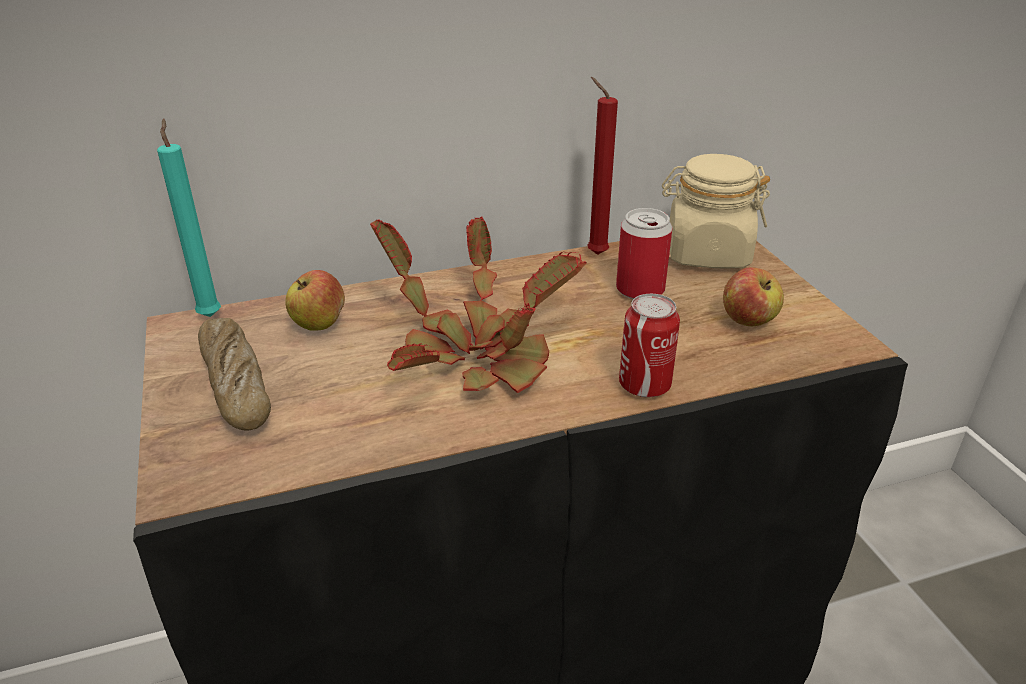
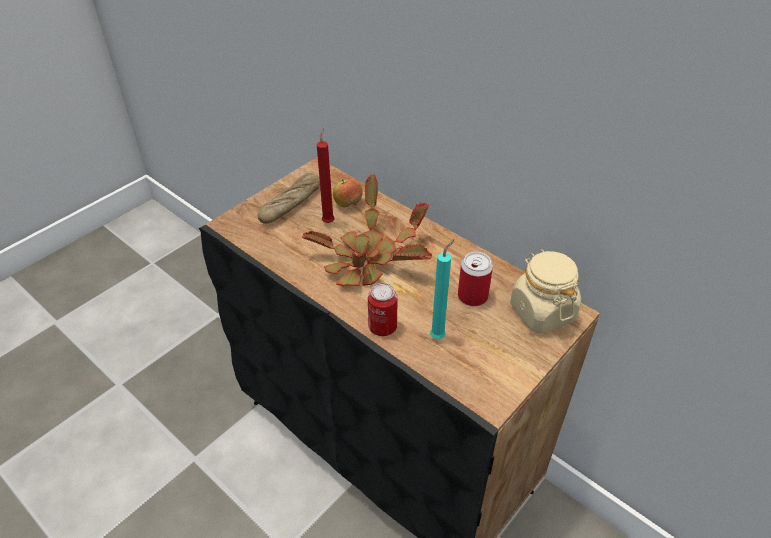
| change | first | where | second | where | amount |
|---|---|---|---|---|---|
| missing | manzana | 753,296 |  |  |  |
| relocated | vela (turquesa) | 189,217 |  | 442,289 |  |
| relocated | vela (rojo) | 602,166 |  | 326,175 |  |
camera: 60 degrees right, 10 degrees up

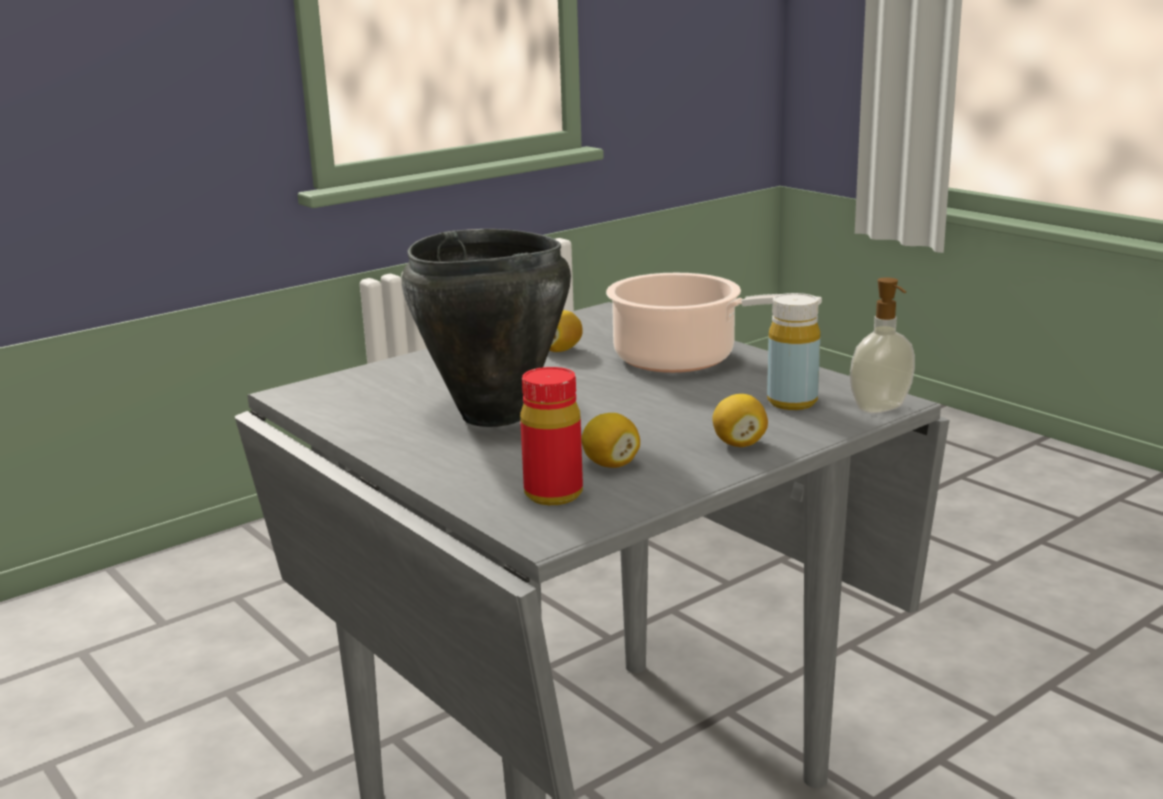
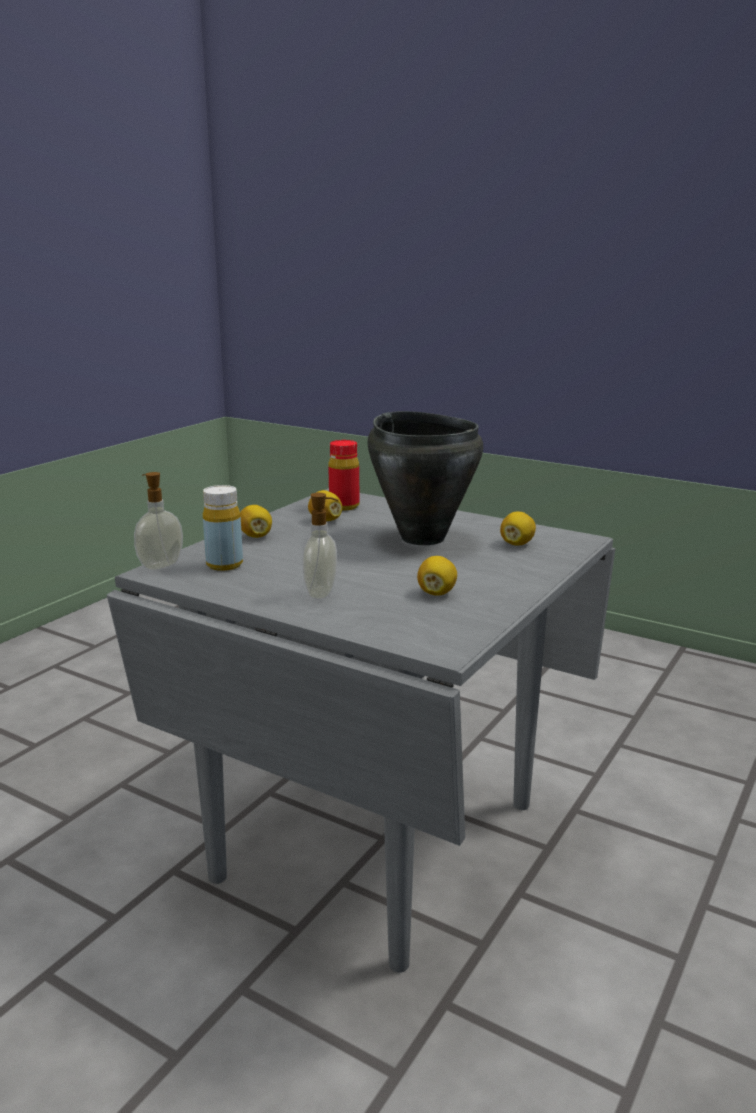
| change | first | where | second | where | amount |
|---|---|---|---|---|---|
| appeared |  |  | limón | 518,529 |  |
| exchanged | olla | 714,323 | dispensador de jabón | 320,546 |  |
camera: 160 degrees right, 0 degrees up

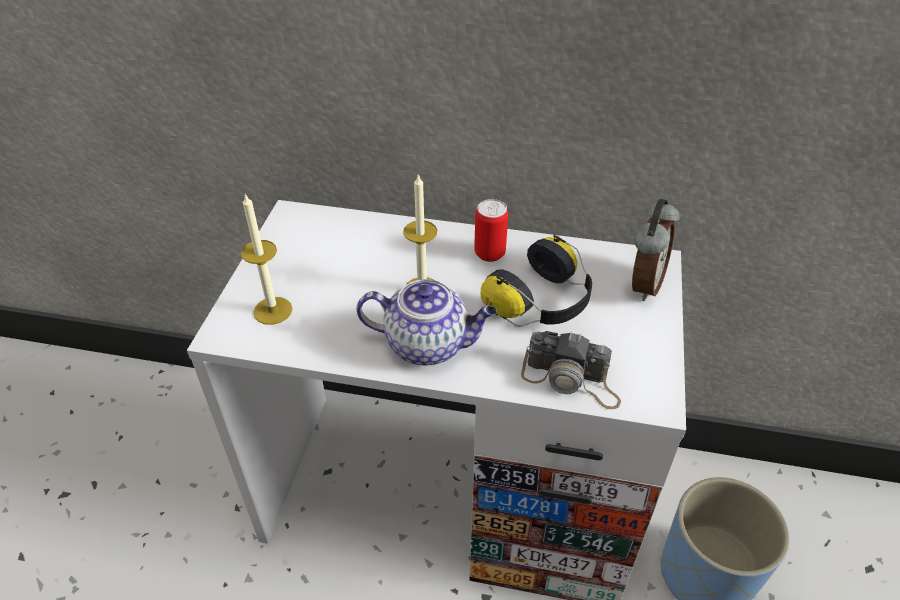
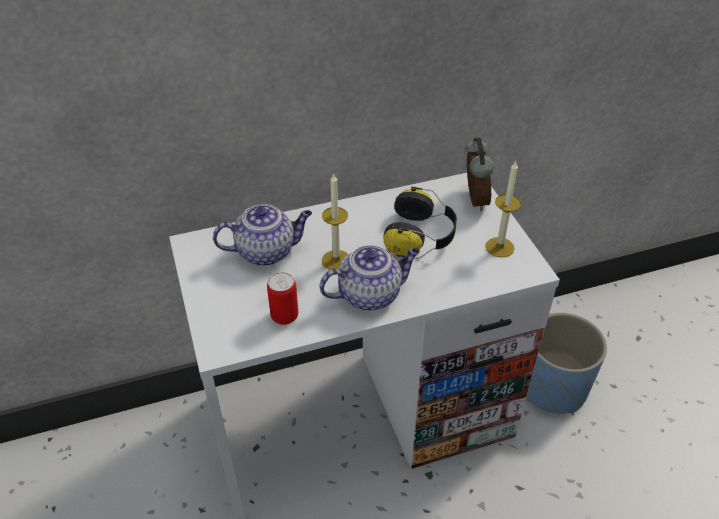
| change | first | where | second | where | amount |
|---|---|---|---|---|---|
| missing | cámara | 571,370 |  |  |  |
| appeared |  |  | tetera | 262,235 |  |
| relocated | vela | 266,259 |  | 503,209 |  |
| relocated | lata | 491,230 |  | 282,298 |  |
camera: 30 degrees left, 0 degrees up

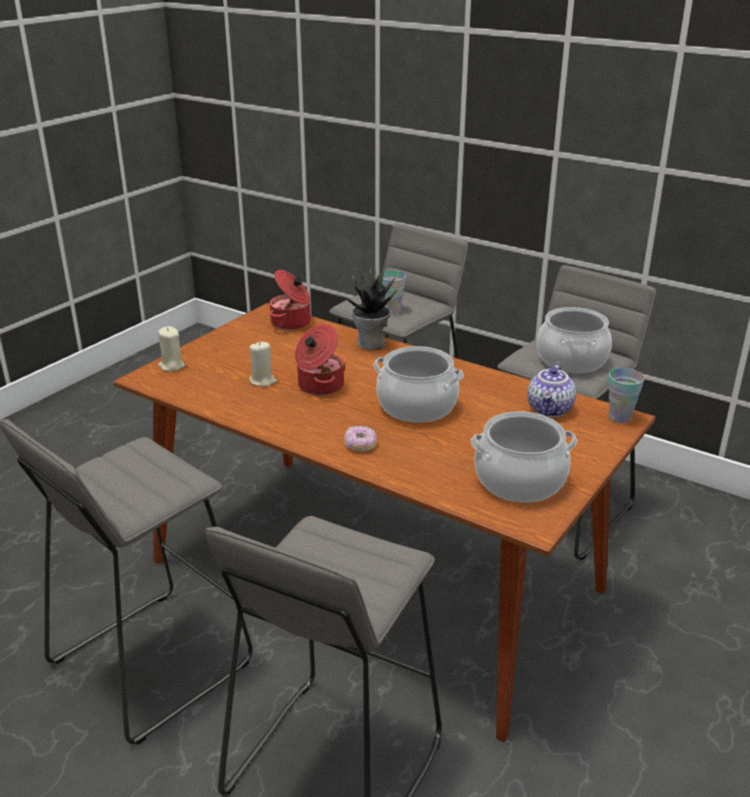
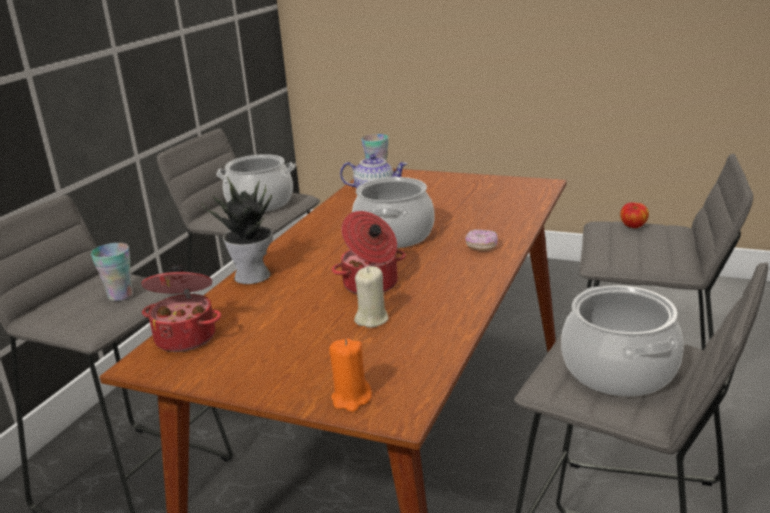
| change | first | where | second | where | amount |
|---|---|---|---|---|---|
| appeared |  |  | manzana | 634,215 |  |
| relocated | olla | 524,457 |  | 622,340 |  |
| colour | vela (beis) | 171,349 | vela (naranja) | 350,375 |  |
camera: 100 degrees left, 5 degrees down

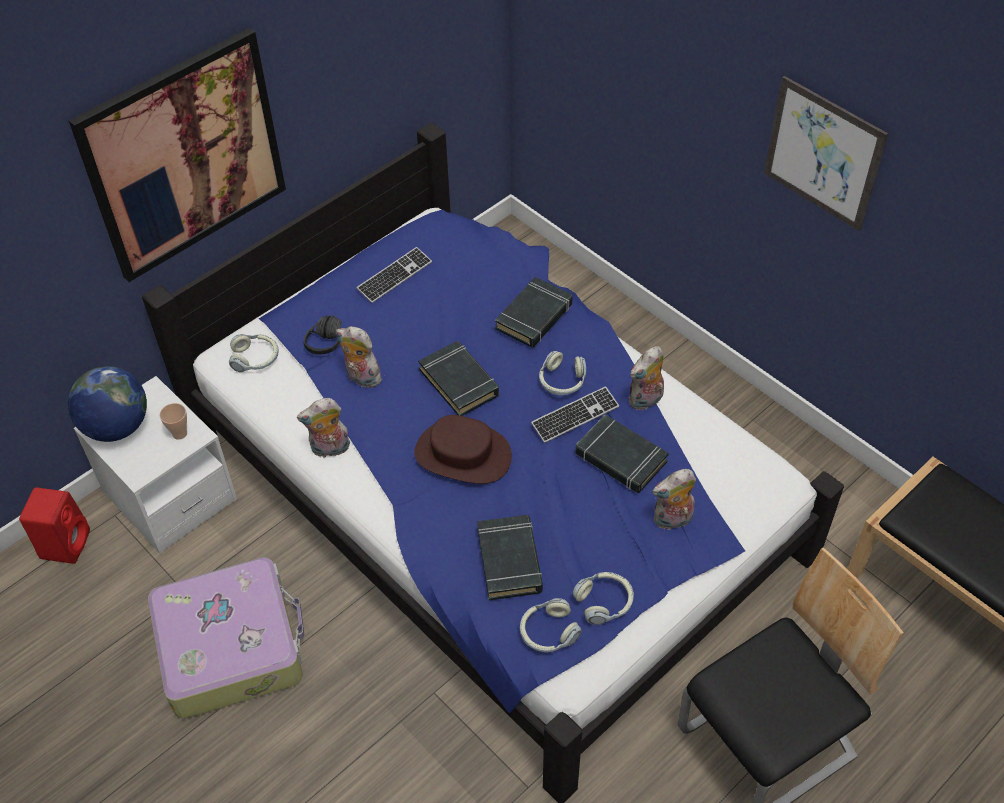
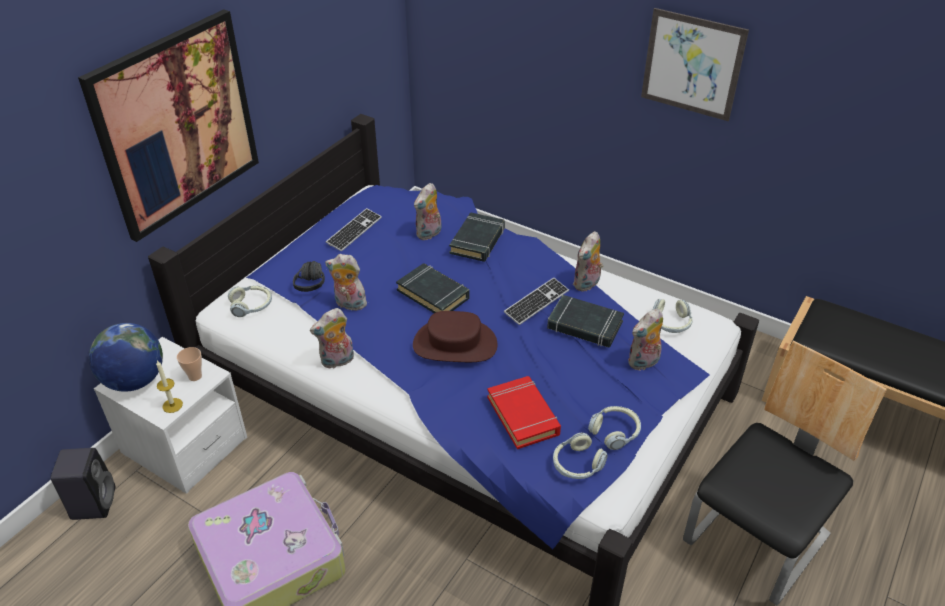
| change | first | where | second | where | amount |
|---|---|---|---|---|---|
| appeared |  |  | vela | 169,387 |  |
| appeared |  |  | peluche | 427,211 |  |
| relocated | auriculares | 562,373 |  | 673,316 |  |
| colour | altavoz (rojo) | 54,525 | altavoz (negro) | 83,484 |  |
| colour | libro (negro) | 510,557 | libro (rojo) | 524,412 |  |
camera: 15 degrees left, 10 degrees down

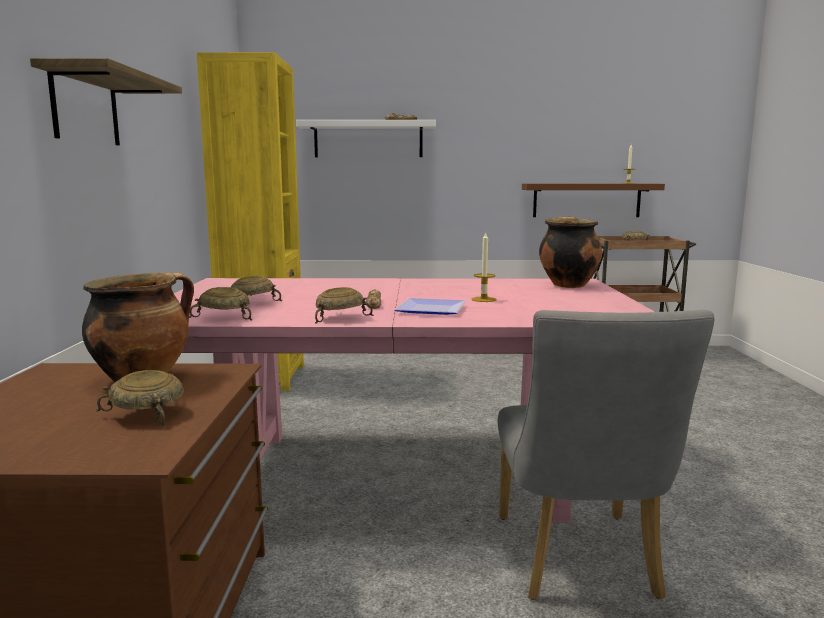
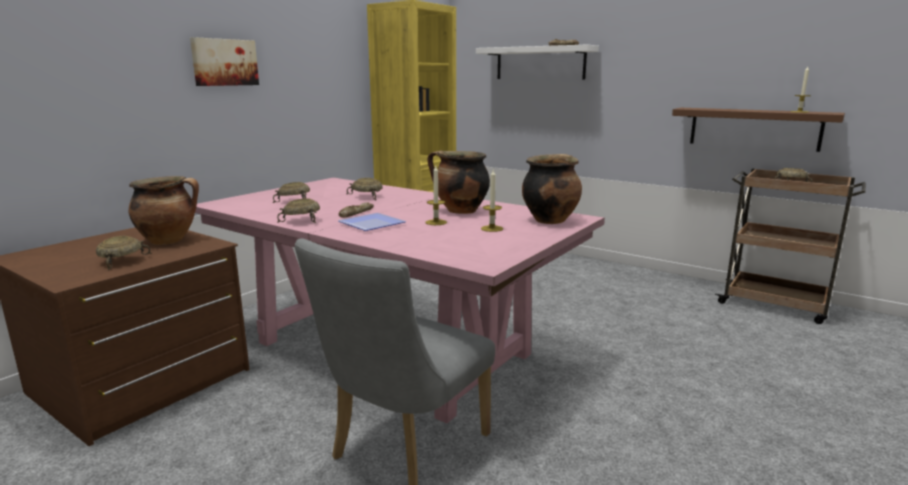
| change | first | where | second | where | amount |
|---|---|---|---|---|---|
| appeared |  |  | olla | 459,182 |  |
| appeared |  |  | vela | 492,201 |  |
| relocated | cuenco (beis) | 220,303 |  | 364,189 |  |
| exchanged | estante | 106,101 | cuadro | 224,61 |  |
camera: 35 degrees right, 5 degrees up

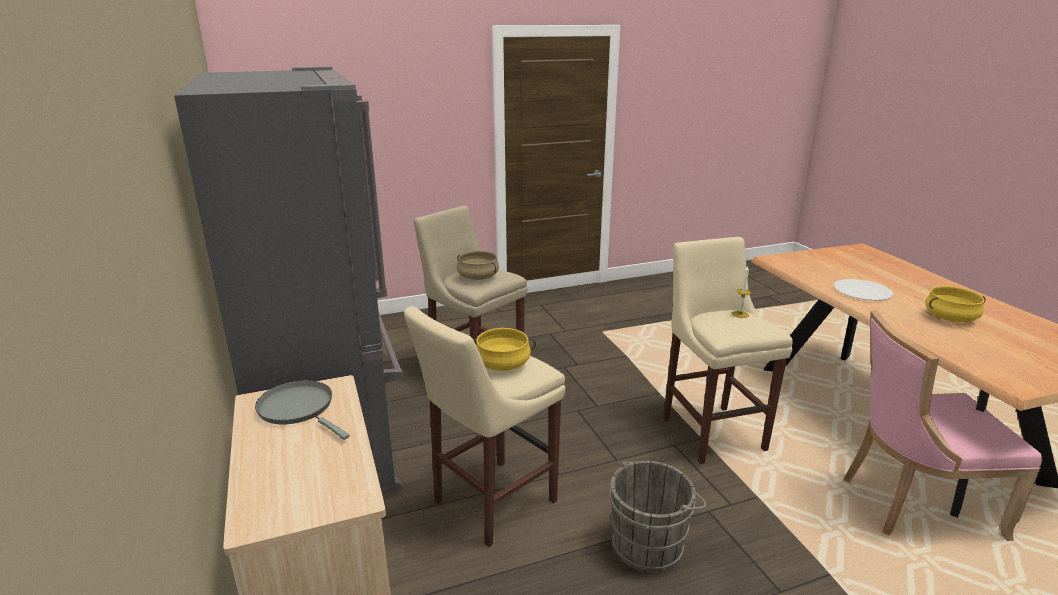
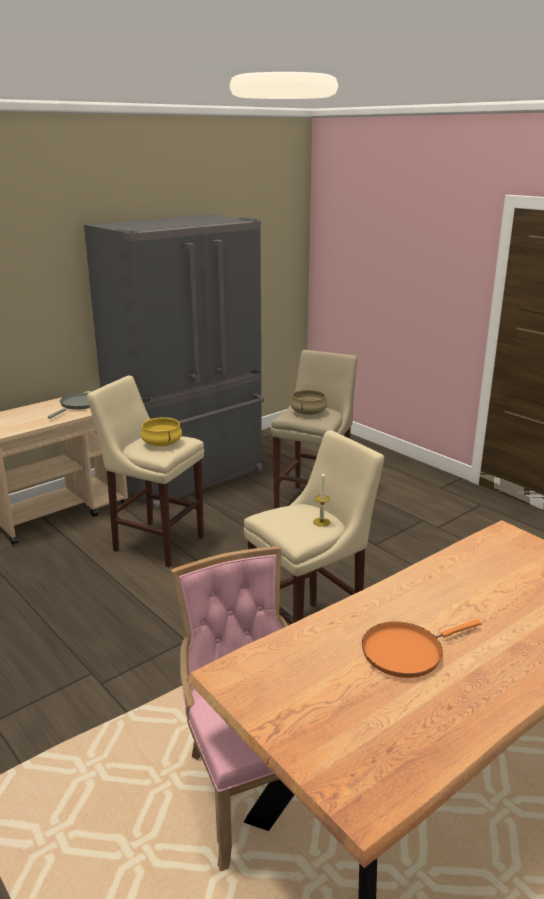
| change | first | where | second | where | amount |
|---|---|---|---|---|---|
| missing | cubo (gris) | 657,517 |  |  |  |
| missing | plato (blanco) | 863,290 |  |  |  |
| exchanged | olla (amarillo) | 955,304 | sartén (naranja) | 421,648 |  |
camera: 70 degrees right, 0 degrees up

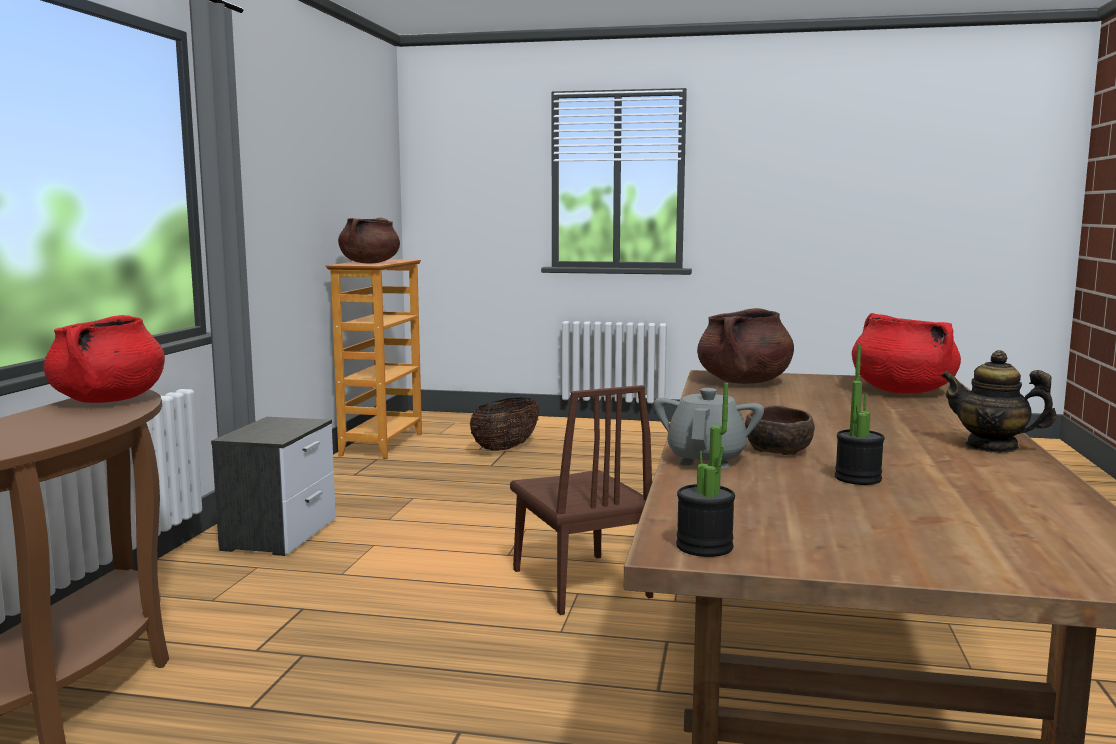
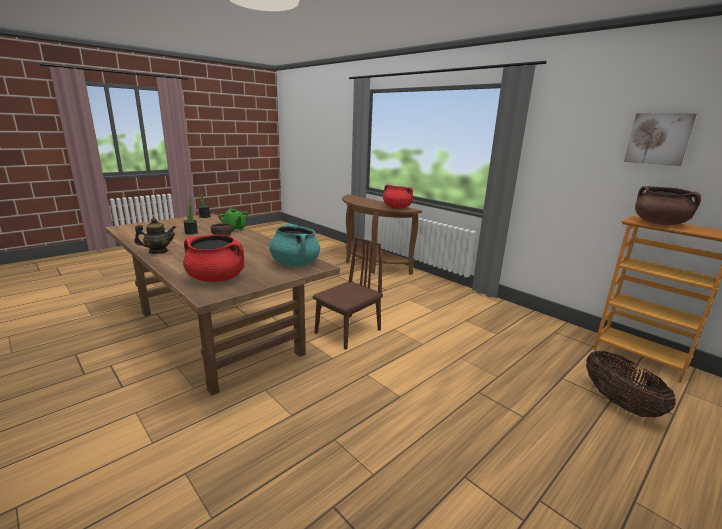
| change | first | where | second | where | amount |
|---|---|---|---|---|---|
| missing | mesita de noche | 273,486 |  |  |  |
| appeared |  |  | cuadro | 660,139 |  |
| colour | tetera (gris) | 709,428 | tetera (verde) | 233,220 |  |
| colour | olla (marrón) | 745,346 | olla (turquesa) | 294,245 |  |
| spun | silla (marrón) | 581,500 |  | 348,293 | 120 degrees clockwise |
camera: 125 degrees right, 10 degrees up

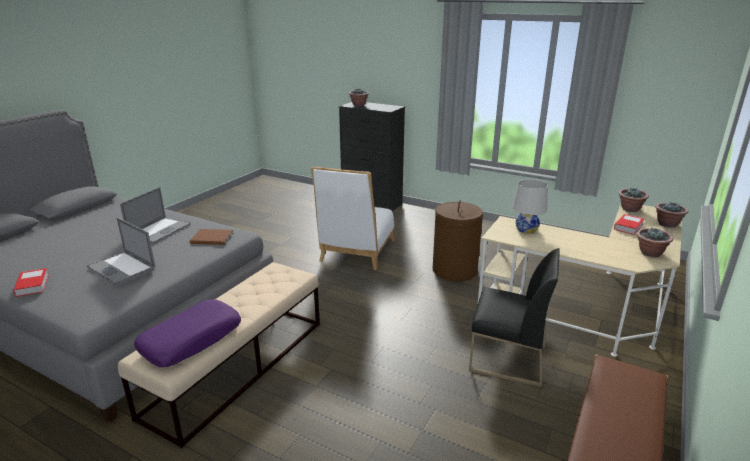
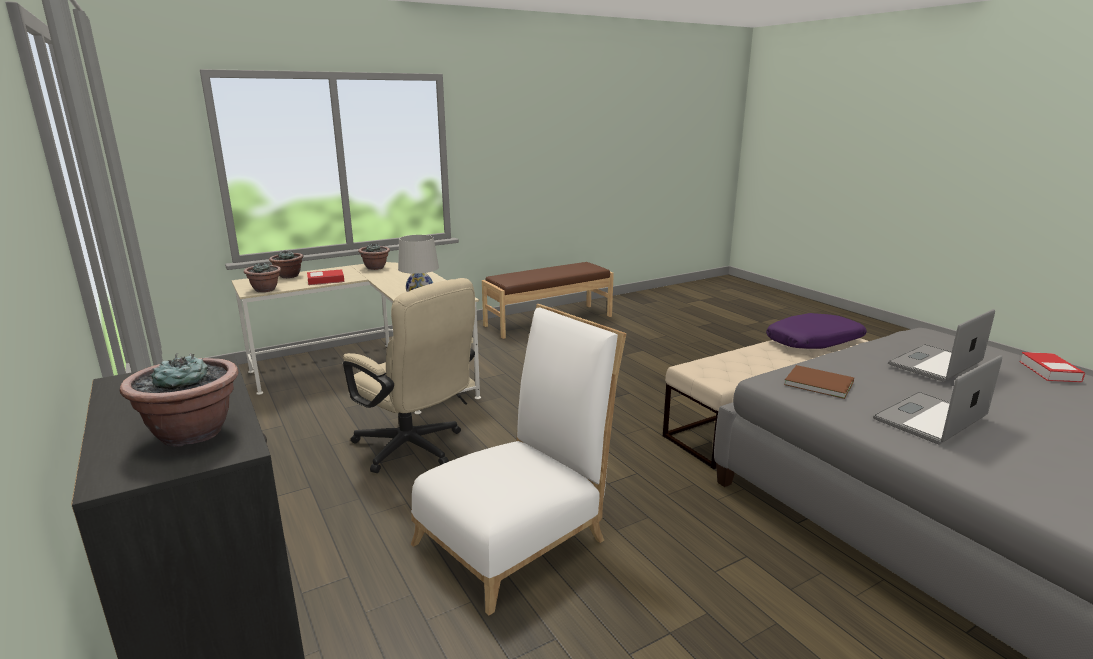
| change | first | where | second | where | amount |
|---|---|---|---|---|---|
| missing | silla (negro) | 514,317 |  |  |  |
| exchanged | cesto de la ropa (marrón) | 458,241 | silla de oficina (beis) | 409,375 |  |
| spun | portátil | 121,251 |  | 941,345 | 105 degrees counterclockwise |
camera: 150 degrees left, 5 degrees down

